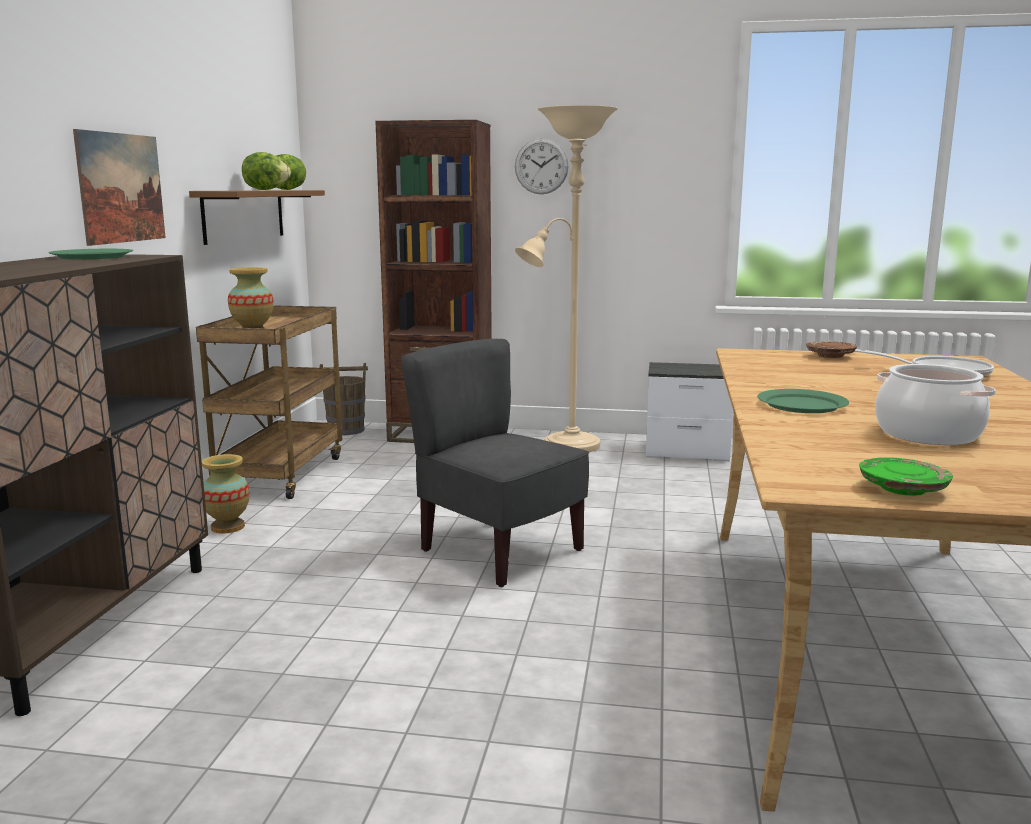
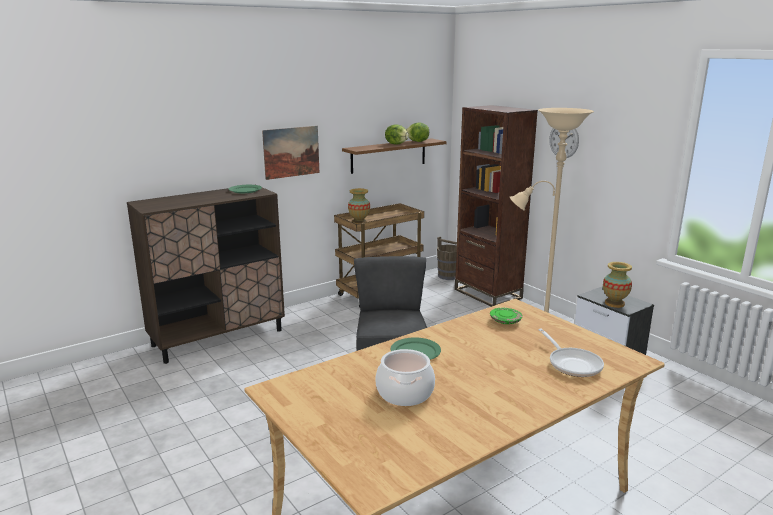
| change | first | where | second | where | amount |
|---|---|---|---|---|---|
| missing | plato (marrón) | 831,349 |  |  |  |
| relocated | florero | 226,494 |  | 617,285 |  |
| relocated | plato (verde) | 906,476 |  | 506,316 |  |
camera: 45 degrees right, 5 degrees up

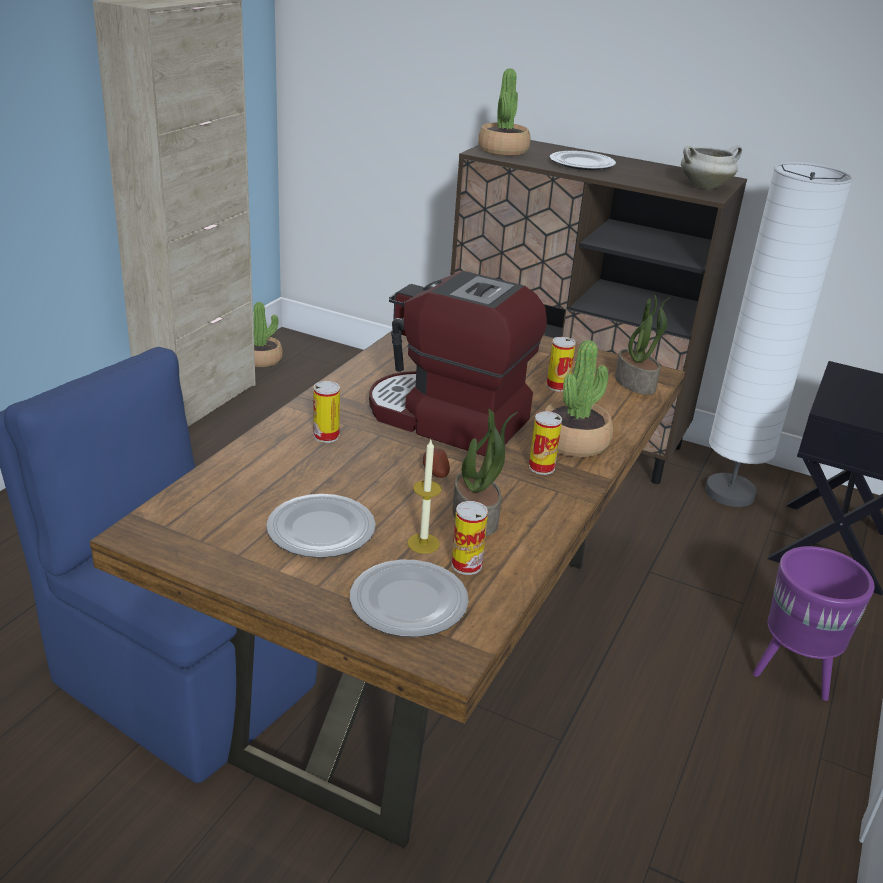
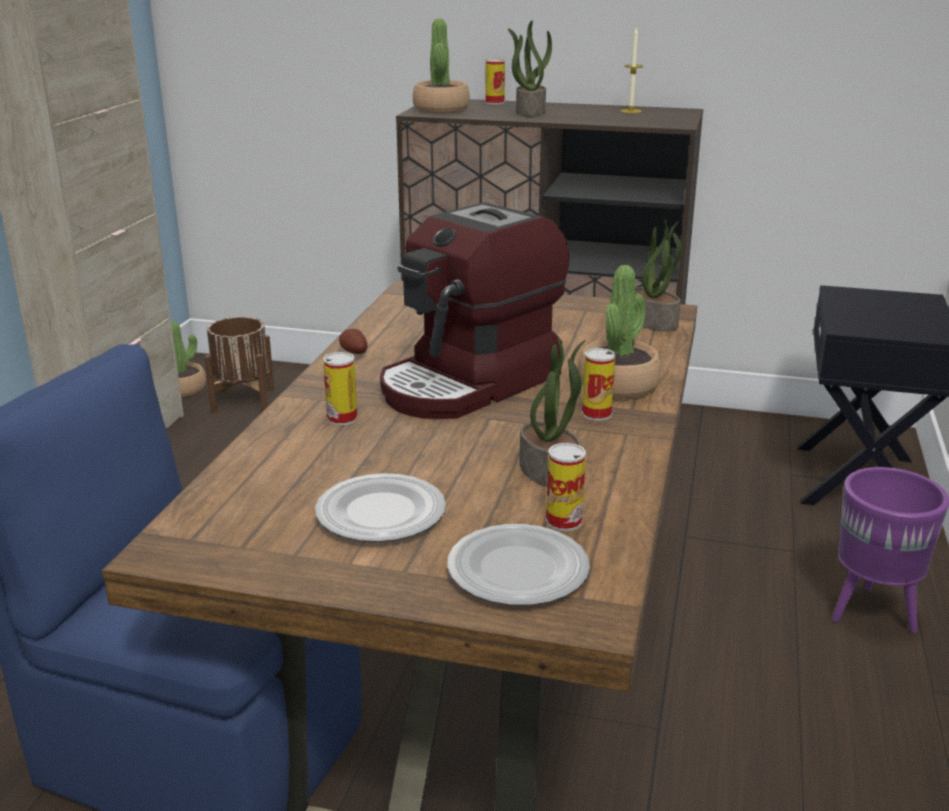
| change | first | where | second | where | amount |
|---|---|---|---|---|---|
| missing | olla (blanco) | 711,167 |  |  |  |
| missing | lámpara de pie (blanco) | 779,334 |  |  |  |
| appeared |  |  | maceta (marrón) | 239,364 |  |
| relocated | vela | 424,497 |  | 631,70 |  |
| relocated | patata | 436,463 |  | 353,341 |  |
| relocated | lata | 561,364 |  | 495,81 |  |
| exchanged | plato | 583,160 | planta en maceta | 530,68 |  |
| spun | cafetera | 458,363 |  | 474,310 | 60 degrees counterclockwise |
camera: 10 degrees left, 5 degrees down

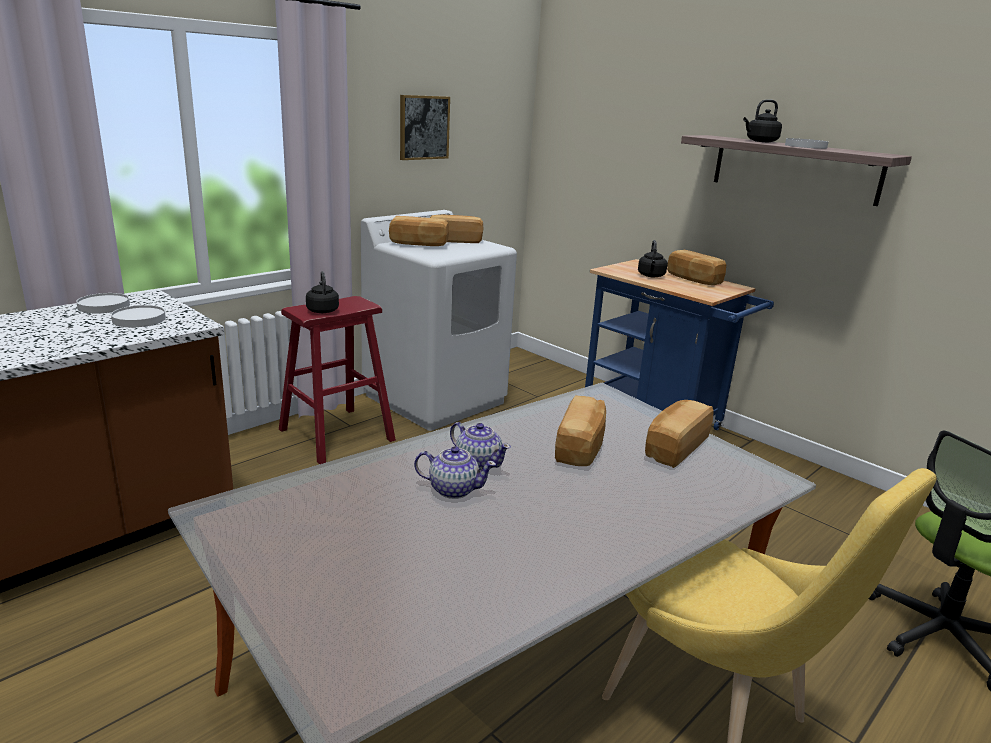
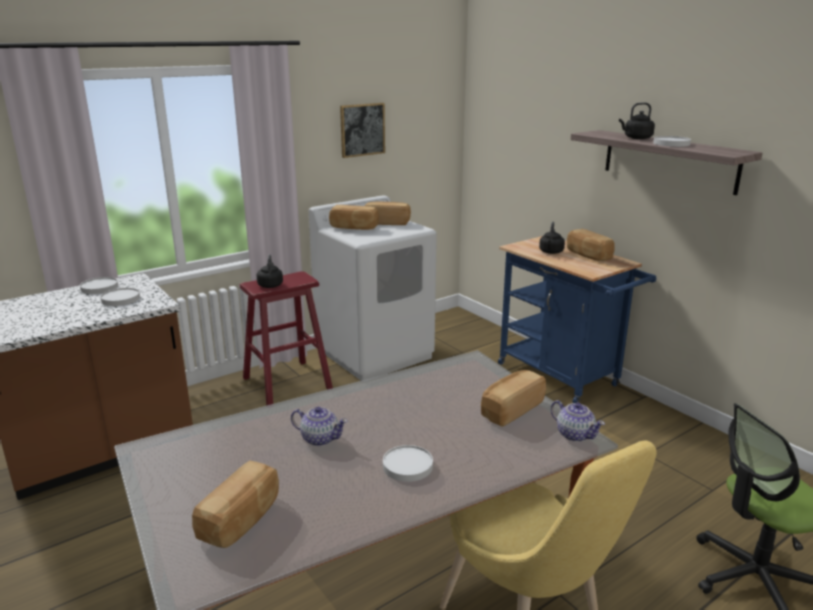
| change | first | where | second | where | amount |
|---|---|---|---|---|---|
| appeared |  |  | plato (blanco) | 408,463 |  |
| relocated | tetera | 480,446 |  | 578,421 |  |
| relocated | pan | 580,430 |  | 235,504 |  |
camera: 10 degrees right, 0 degrees up

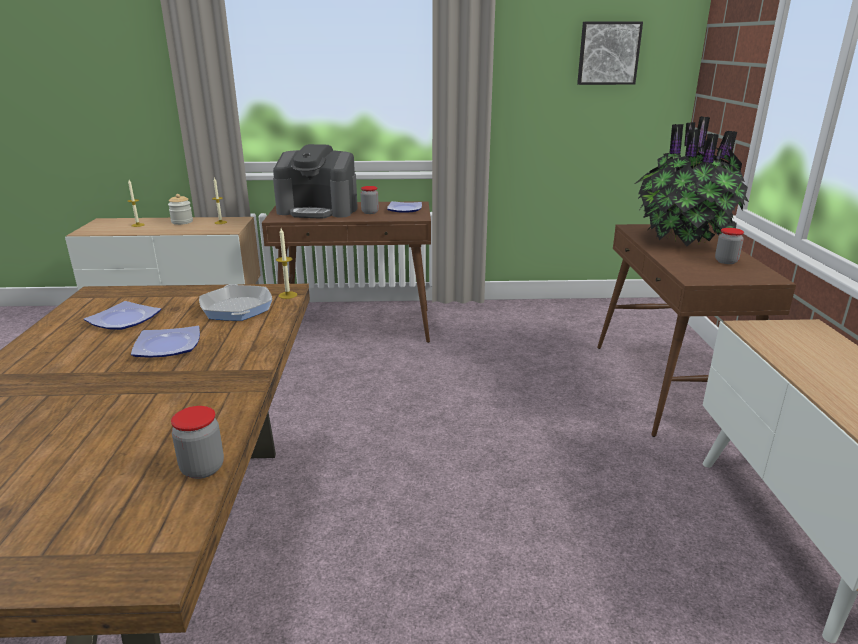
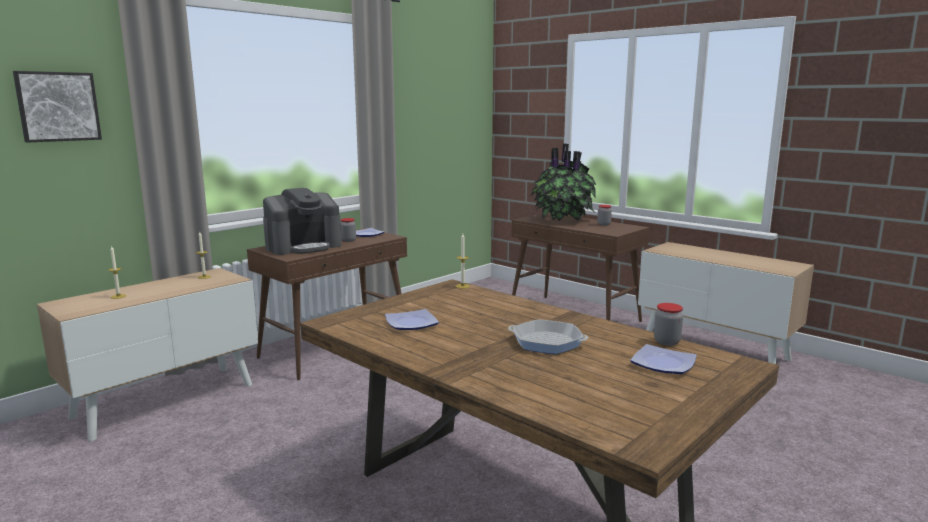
| change | first | where | second | where | amount |
|---|---|---|---|---|---|
| missing | tarro | 180,209 |  |  |  |
| relocated | plato | 165,342 |  | 663,359 |  |
| relocated | sartén | 235,302 |  | 548,336 |  |
| relocated | cuadro | 610,53 |  | 57,107 |  |
camera: 45 degrees left, 10 degrees down

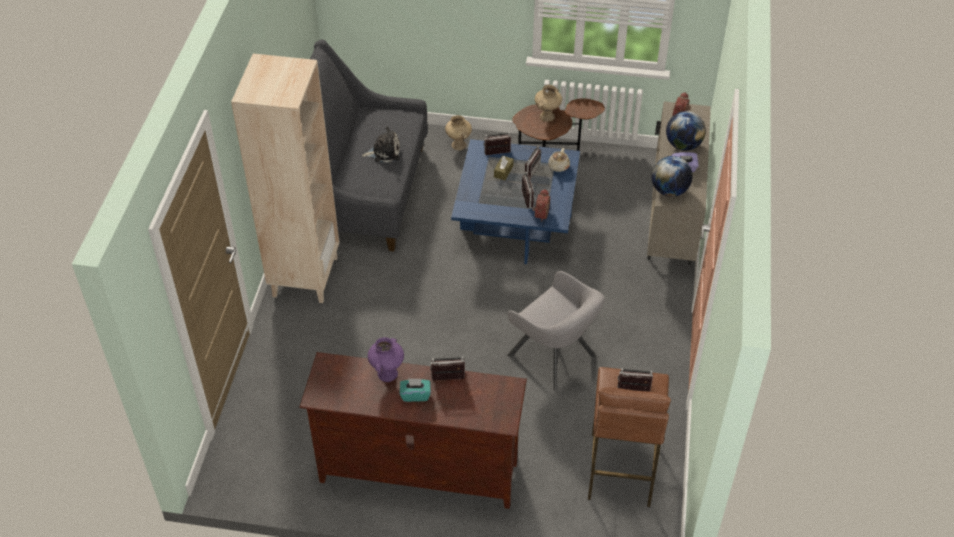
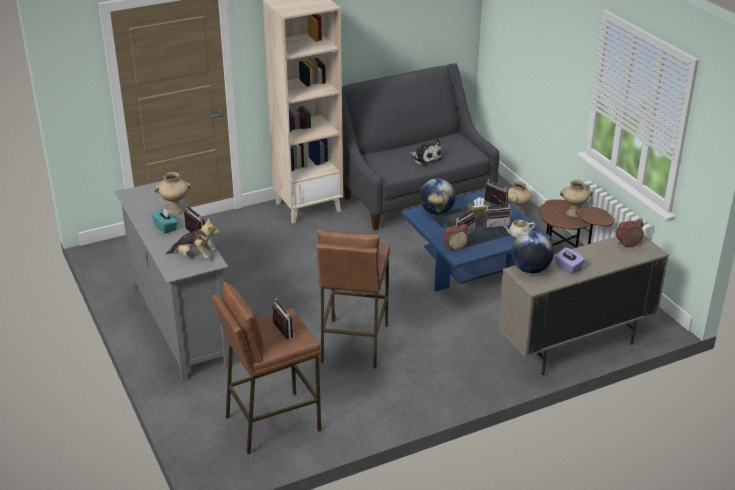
| change | first | where | second | where | amount |
|---|---|---|---|---|---|
| appeared |  |  | peluche | 192,238 |  |
| relocated | globo terráqueo | 686,131 |  | 438,196 |  |
| exchanged | sillón (gris) | 556,331 | taburete (marrón) | 353,299 |  |
| colour | mueble de televisión (marrón) | 413,430 | mueble de televisión (gris) | 172,281 |  |
| colour | florero (morado) | 386,359 | florero (beis) | 172,193 |  |
camera: 55 degrees right, 15 degrees down

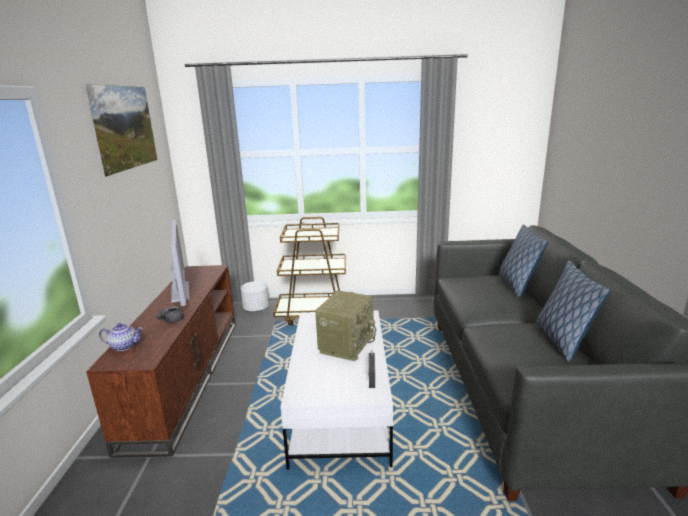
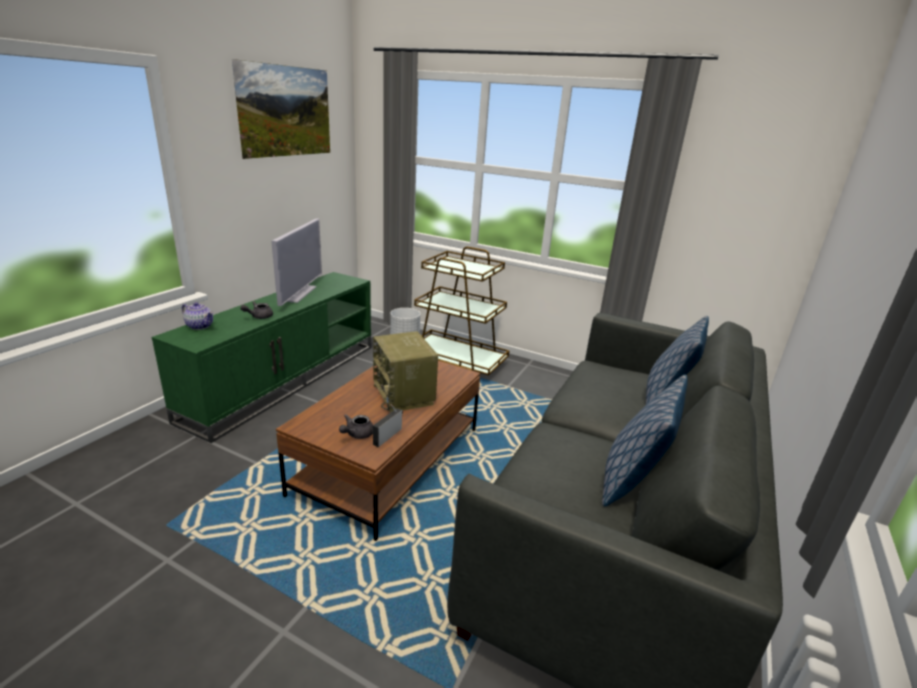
| change | first | where | second | where | amount |
|---|---|---|---|---|---|
| appeared |  |  | tetera (gris) | 356,426 |  |
| colour | mueble de televisión (marrón) | 161,361 | mueble de televisión (verde) | 261,357 |  |
| colour | mesa de centro (blanco) | 336,390 | mesa de centro (marrón) | 378,451 |  |
| spun | radio | 345,325 |  | 405,372 | 105 degrees clockwise |
camera: 25 degrees right, 5 degrees up

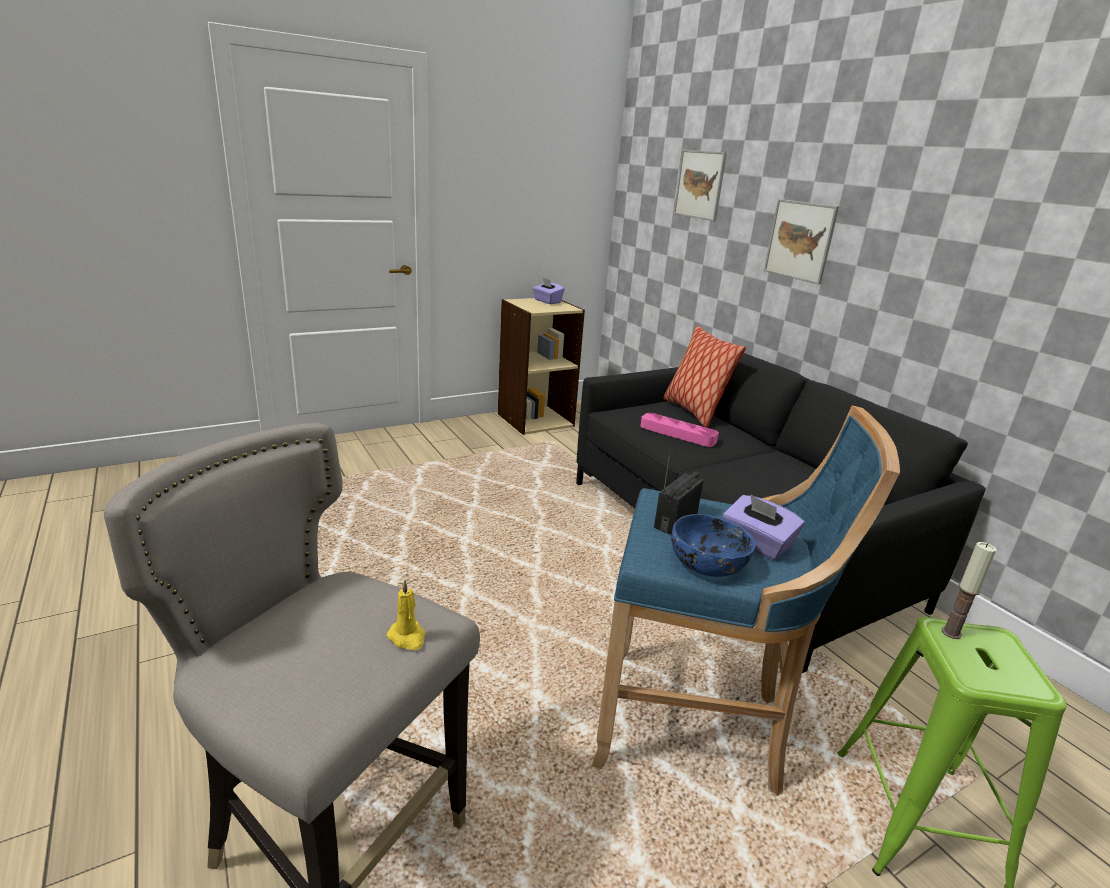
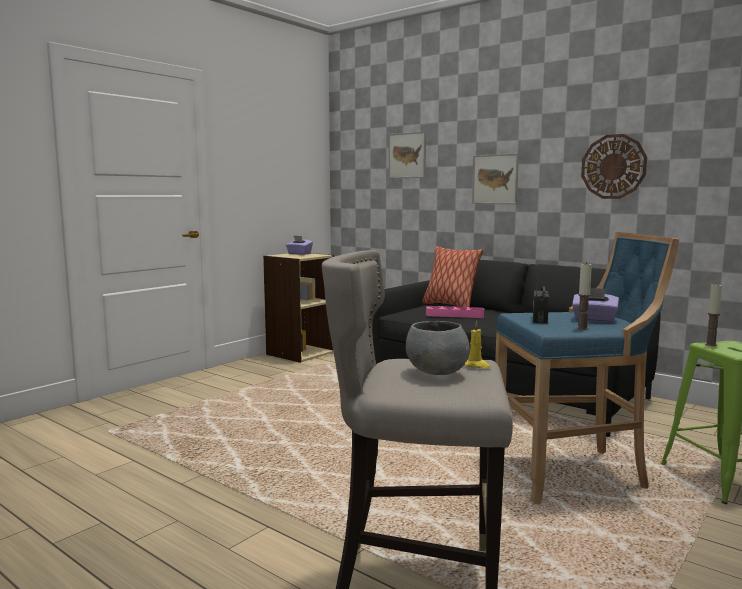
| change | first | where | second | where | amount |
|---|---|---|---|---|---|
| appeared |  |  | cuenco (gris) | 438,348 |  |
| appeared |  |  | reloj de pared | 614,166 |  |
| exchanged | cuenco (azul) | 713,545 | vela | 584,296 |  |
camera: 20 degrees left, 15 degrees down

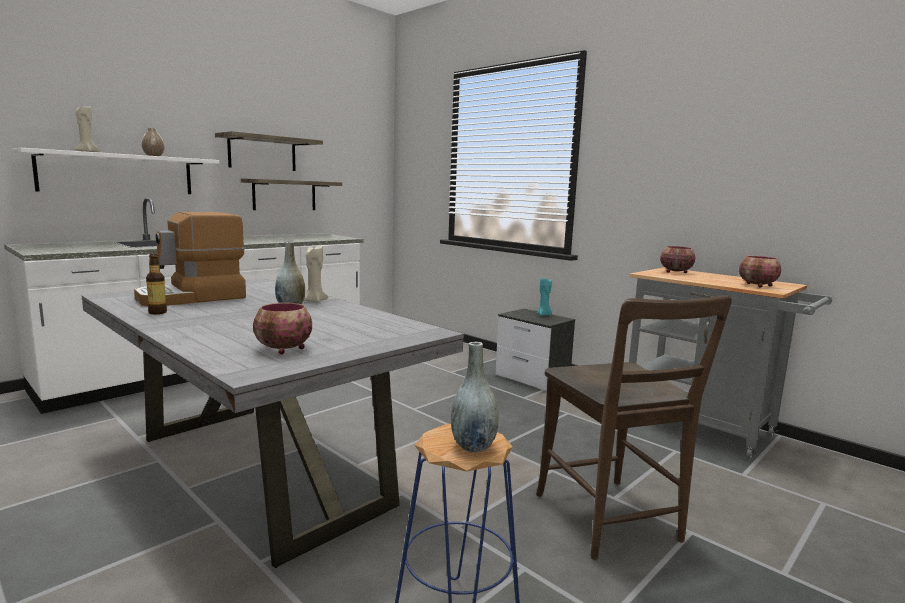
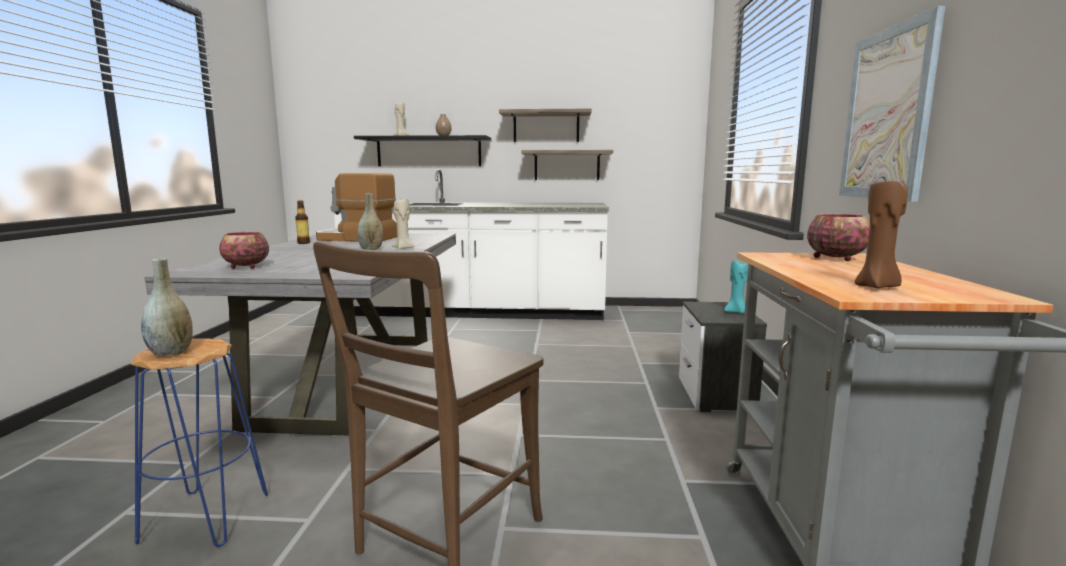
| change | first | where | second | where | amount |
|---|---|---|---|---|---|
| appeared |  |  | cuadro | 892,104 |  |
| exchanged | cuenco | 760,271 | vela (marrón) | 881,234 |  |
| colour | estante (blanco) | 115,171 | estante (negro) | 422,150 |  |
camera: 50 degrees right, 0 degrees up

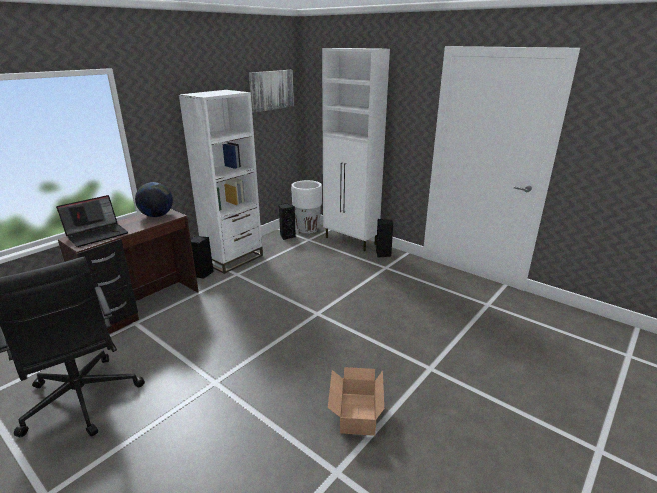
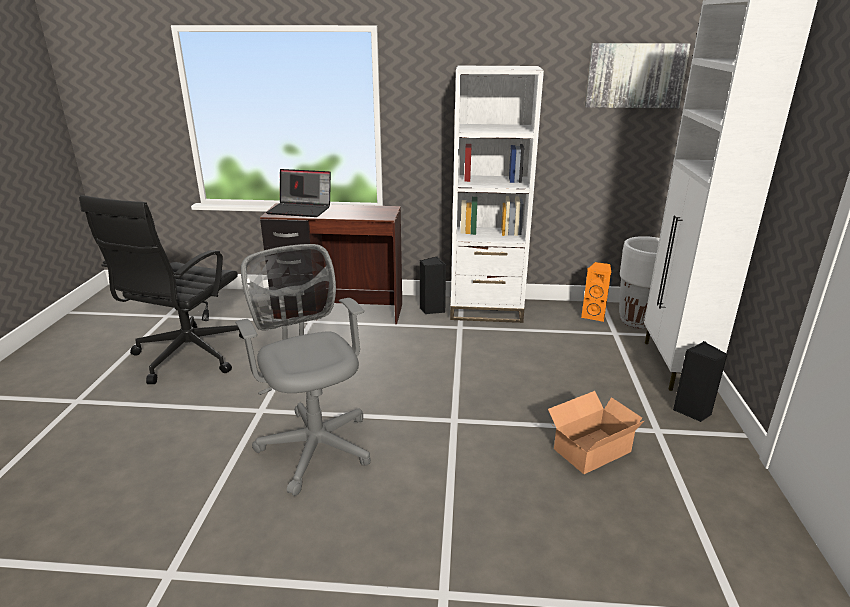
| change | first | where | second | where | amount |
|---|---|---|---|---|---|
| missing | globo terráqueo | 154,199 |  |  |  |
| appeared |  |  | silla de oficina (gris) | 303,370 |  |
| relocated | caja de cartón | 356,401 |  | 596,432 |  |
| colour | altavoz (negro) | 287,221 | altavoz (naranja) | 596,292 |  |
camera: 55 degrees right, 0 degrees up

